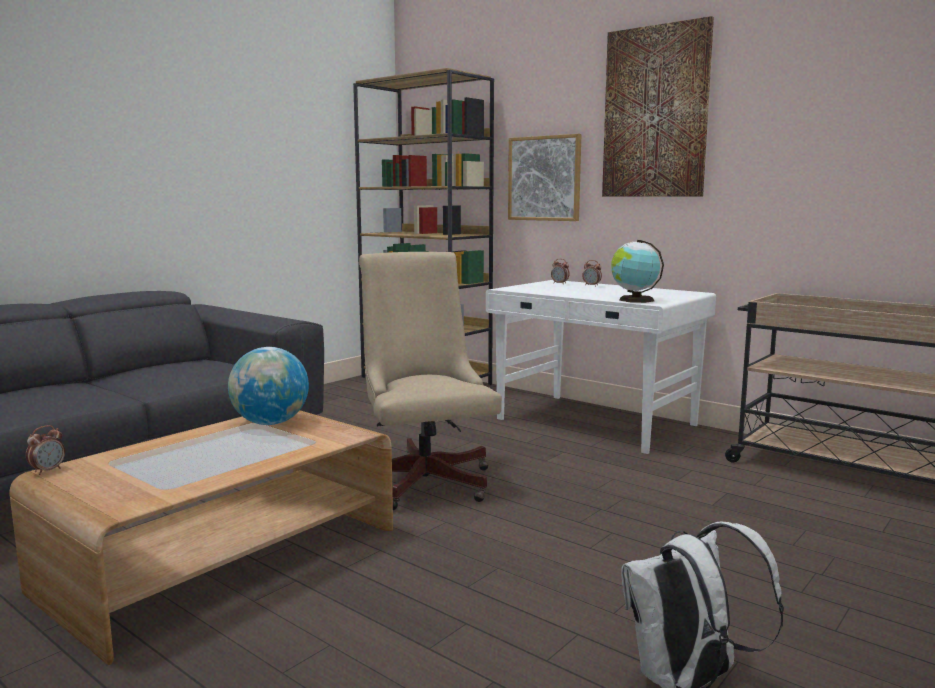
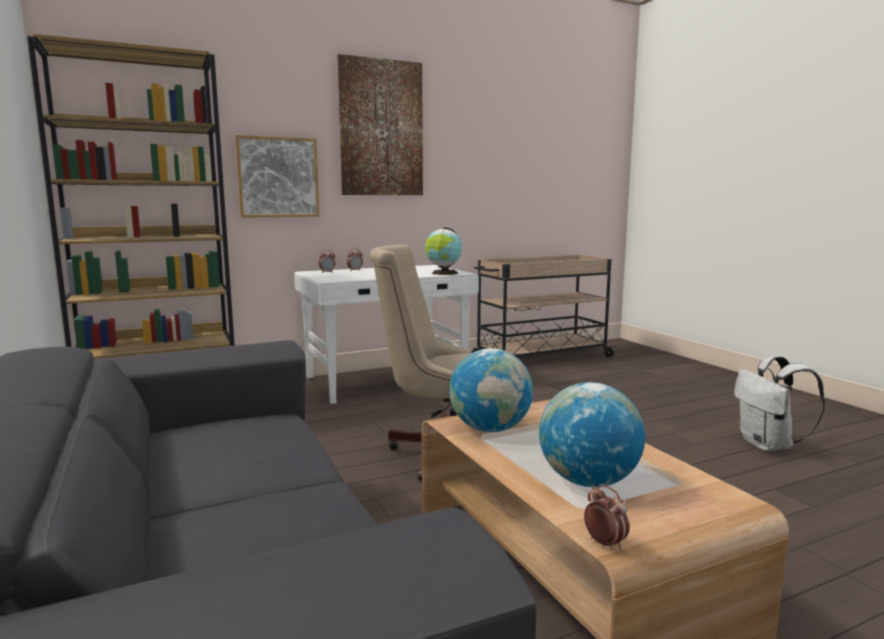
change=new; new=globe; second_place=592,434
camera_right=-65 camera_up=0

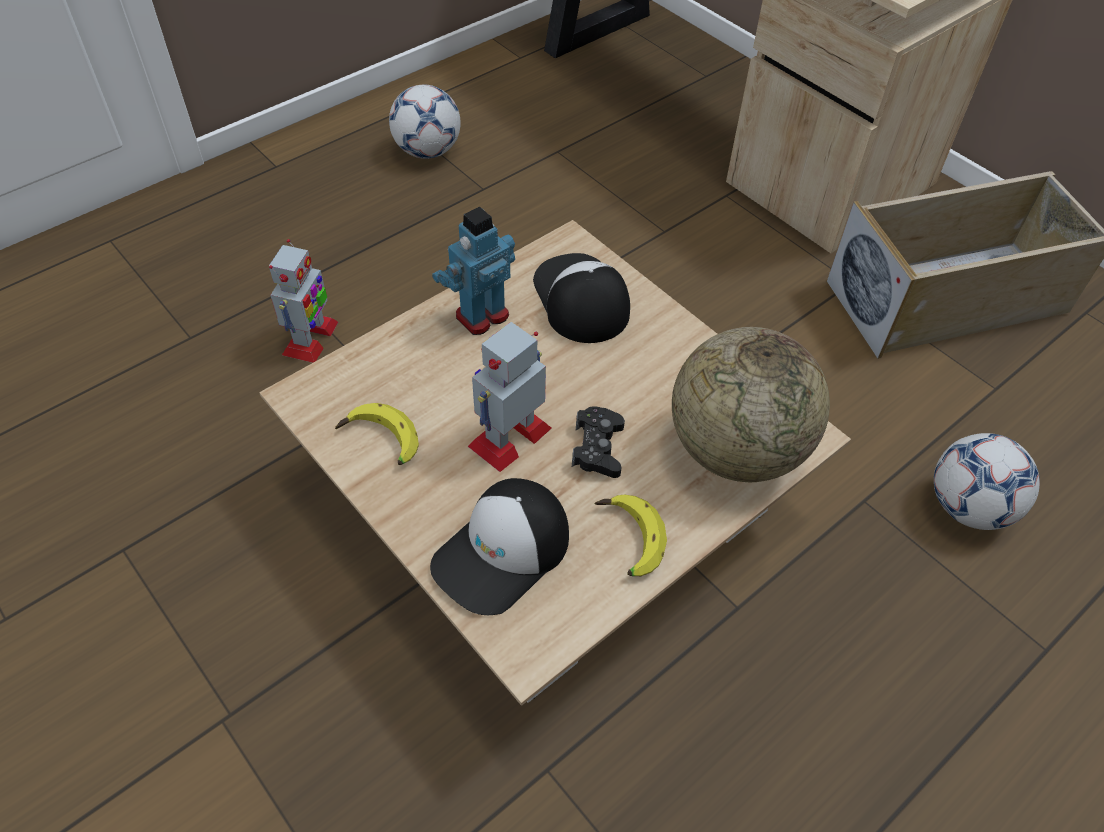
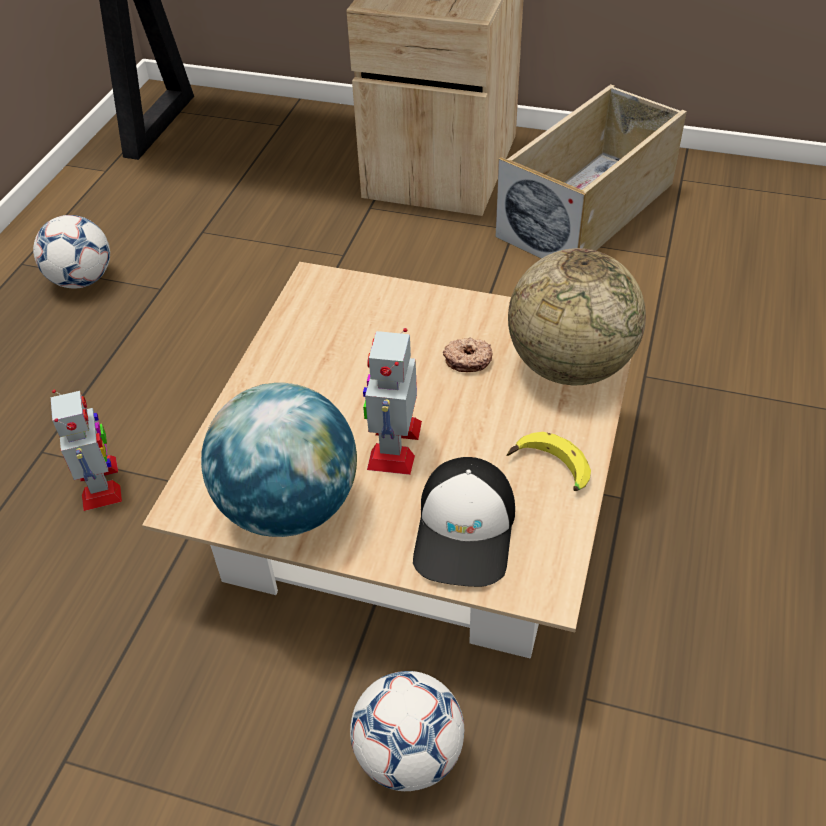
change=gone; old=toy robot; first_place=473,271
change=gone; old=cap; first_place=581,298
change=swapped; old=banana; new=globe; first_place=377,434; second_place=279,460
change=gone; old=black game controller; first_place=598,442
change=shifted; old=football; first_place=987,481; second_place=407,731
change=new; new=donut; second_place=467,355
camera_right=-30 camera_up=-5

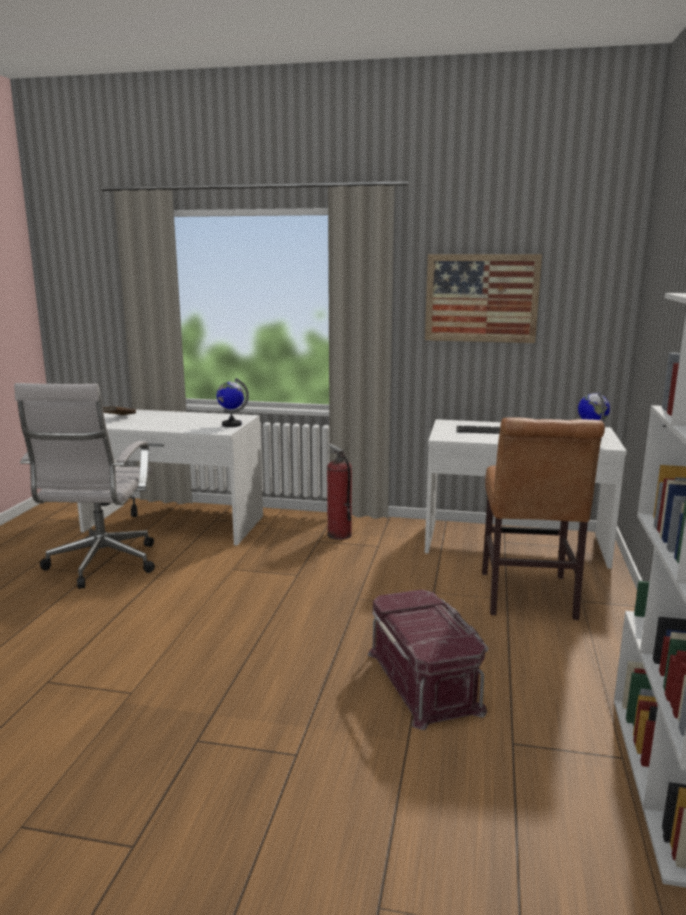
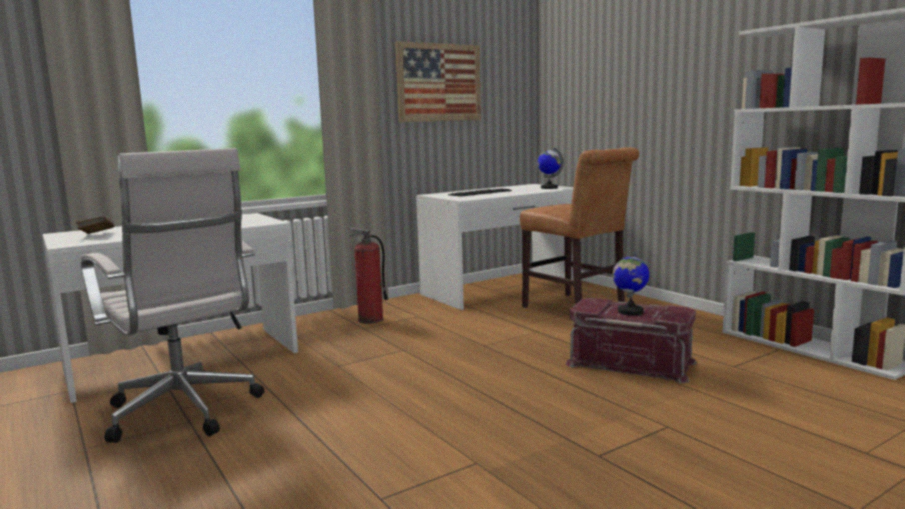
change=shifted; old=globe; first_place=233,402; second_place=631,283
camera_right=-45 camera_up=-5

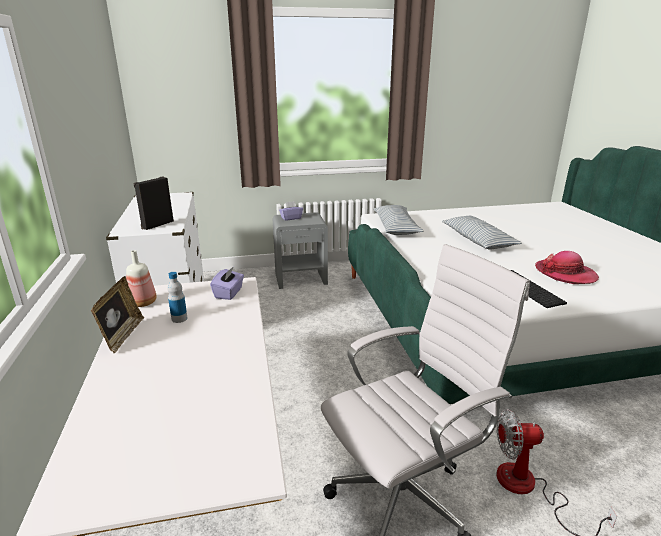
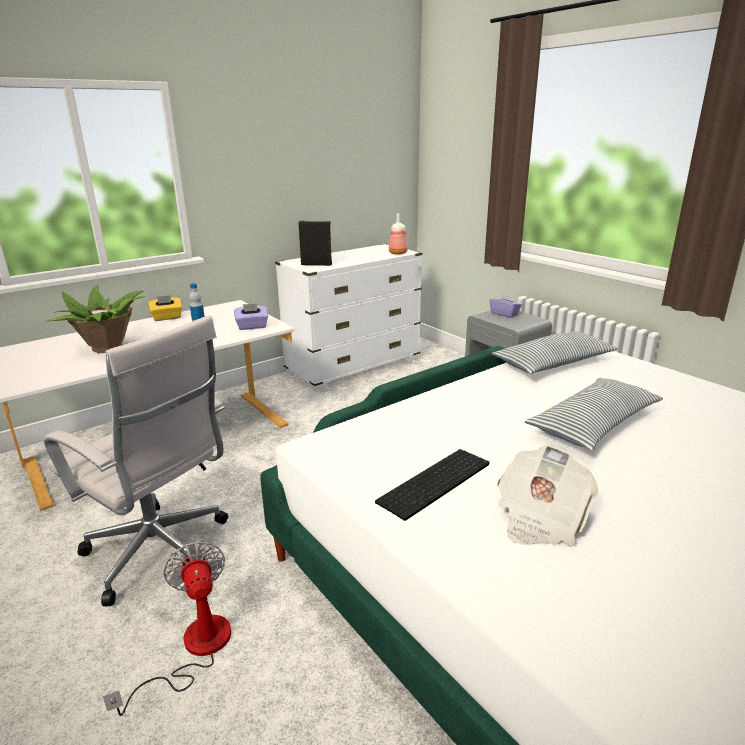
change=shifted; old=bottle; first_place=141,278; second_place=398,234
change=swapped; old=hat; new=newspaper; first_place=567,267; second_place=547,495
change=swapped; old=picture frame; new=yellow tissue box; first_place=117,314; second_place=165,308
change=new; new=potted plant; second_place=95,319
camera_right=65 camera_up=0

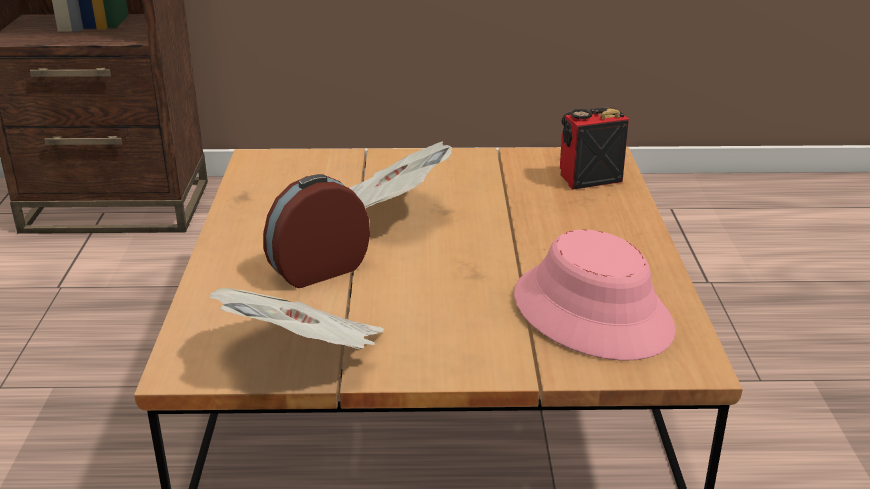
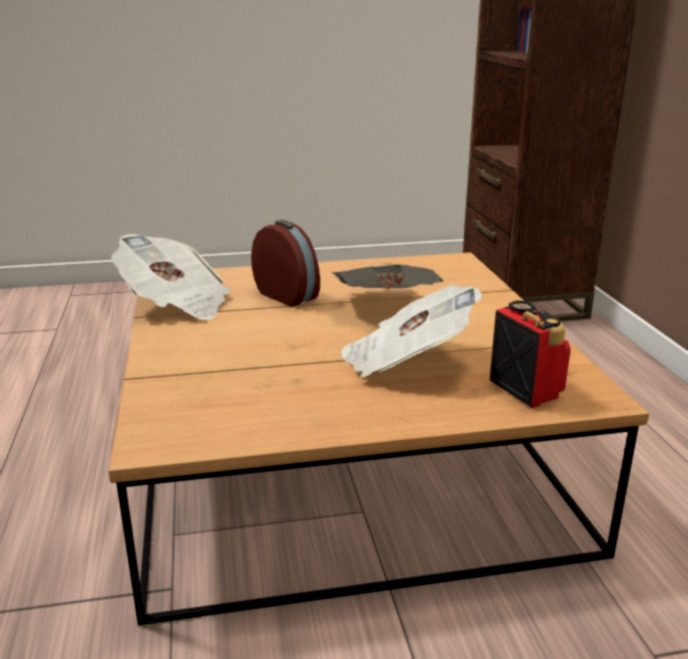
change=gone; old=pink hat; first_place=595,295
change=new; new=newspaper; second_place=411,331
camera_right=80 camera_up=-5

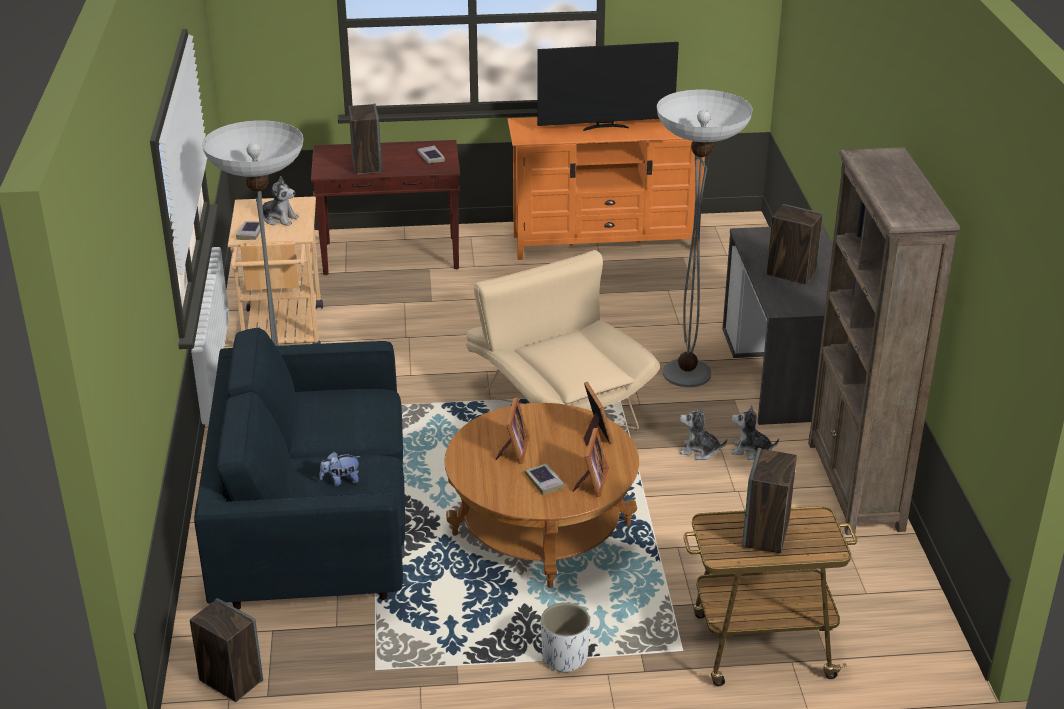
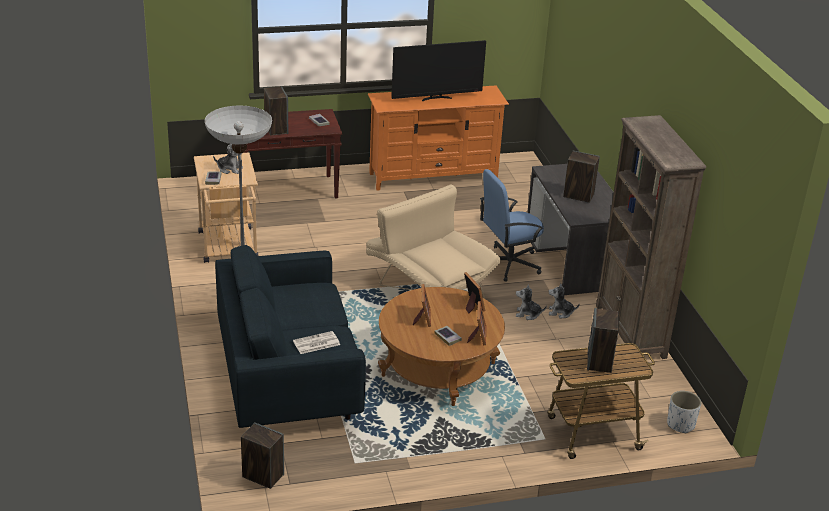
change=swapped; old=floor lamp; new=blue office chair; first_place=705,238; second_place=512,225
change=swapped; old=plush toy; new=newspaper; first_place=340,469; second_place=316,342
change=shifted; old=white planter; first_place=565,638; second_place=684,412
camera_right=-10 camera_up=0

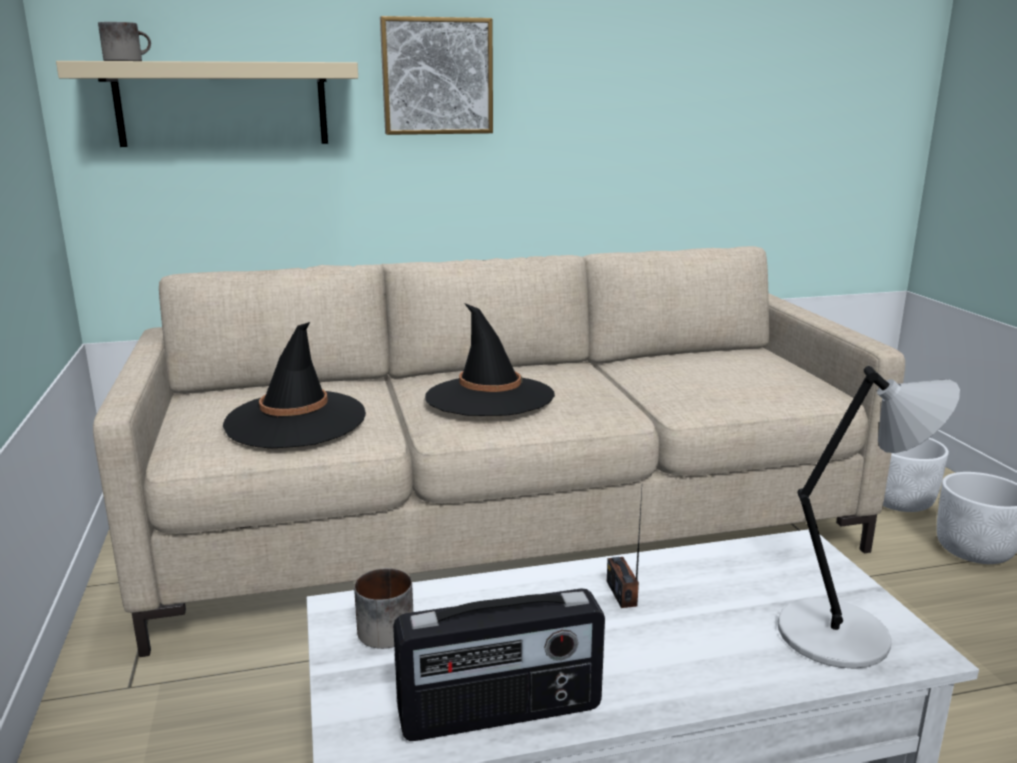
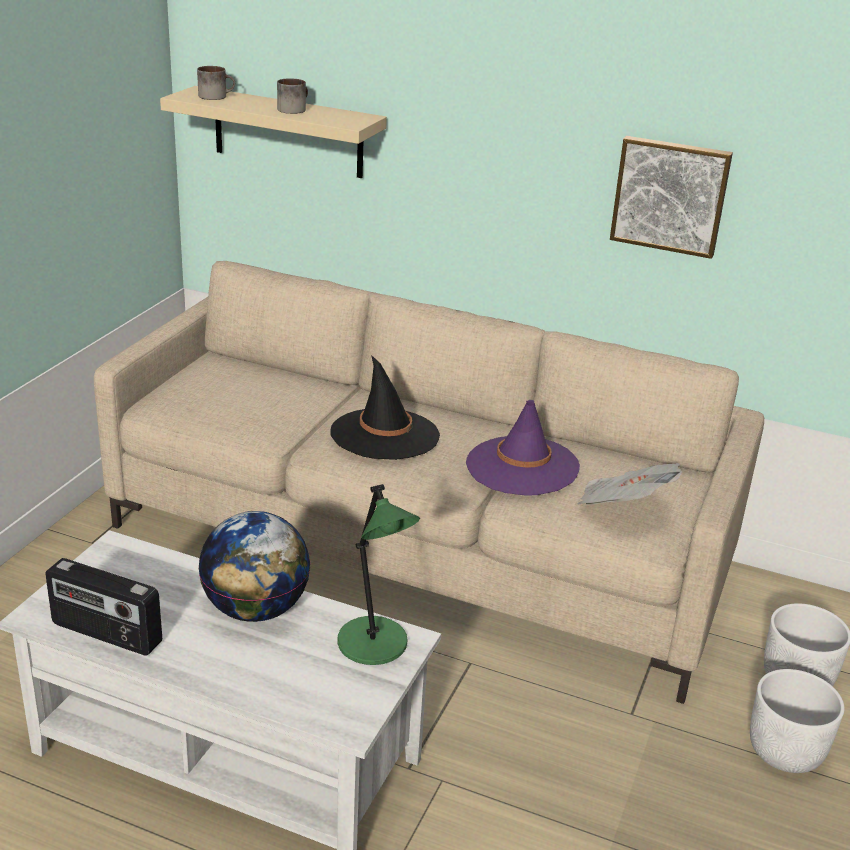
change=shifted; old=picture; first_place=436,75; second_place=671,197
change=gone; old=black hat; first_place=294,385
change=gone; old=grey table lamp; first_place=869,517
change=swapped; old=radio; new=globe; first_place=624,549; second_place=254,566
change=shifted; old=mug; first_place=383,608; second_place=292,96
change=new; new=purple hat; second_place=523,448
change=new; new=newspaper; second_place=630,484
change=new; new=green table lamp; second_place=378,574
camera_right=35 camera_up=10

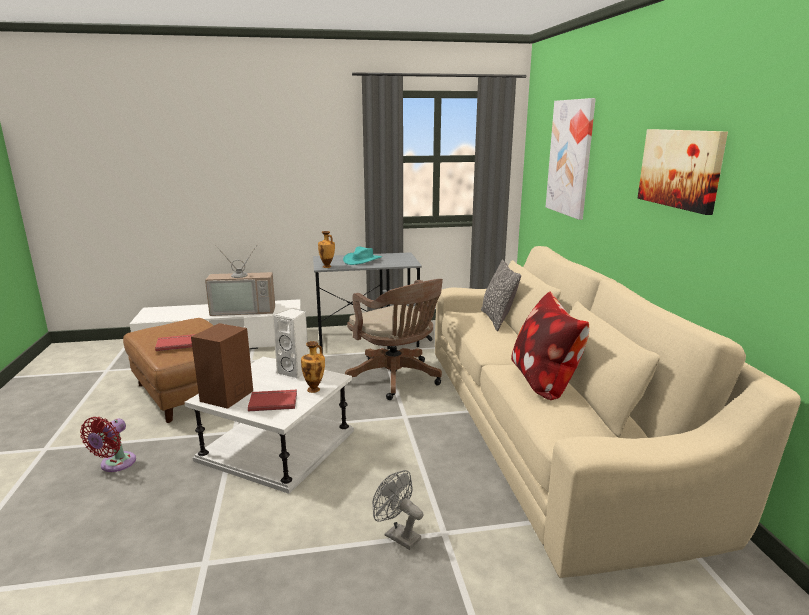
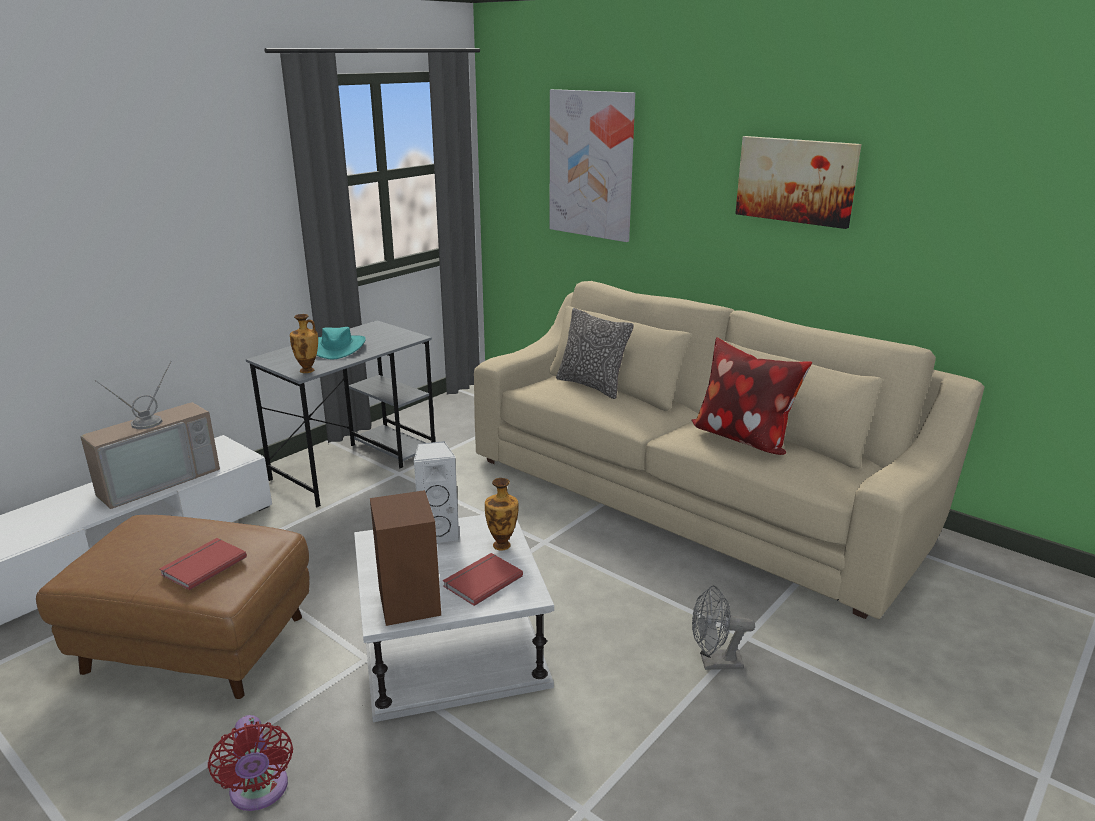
change=gone; old=brown office chair; first_place=394,339
camera_right=-40 camera_up=5

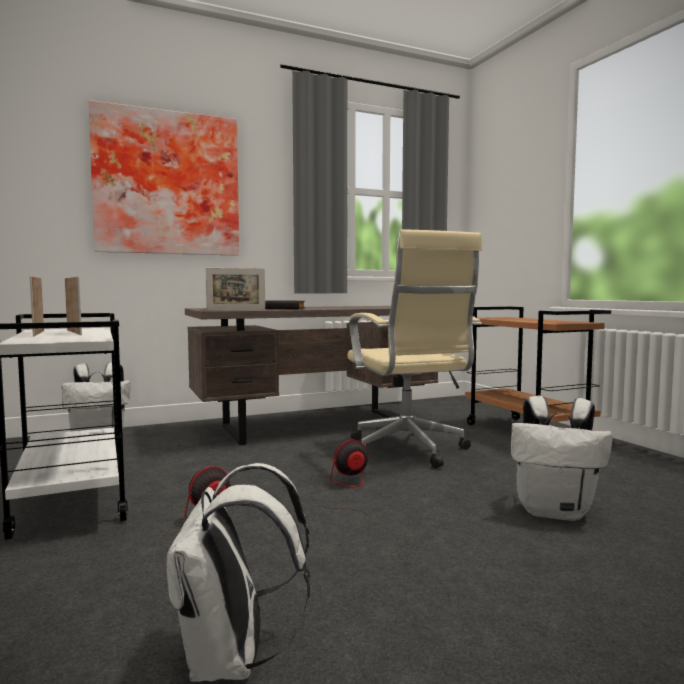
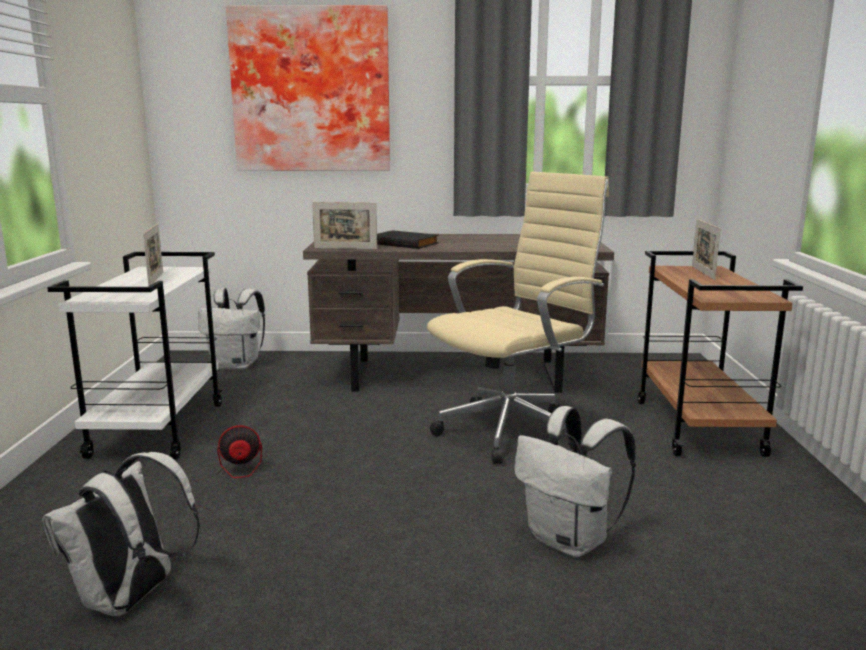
change=rotated; old=beige office chair; first_place=415,349; second_place=518,318; degrees=-135
change=shifted; old=picture frame; first_place=37,306; second_place=706,249
change=gone; old=fan; first_place=340,478
camera_right=25 camera_up=10

